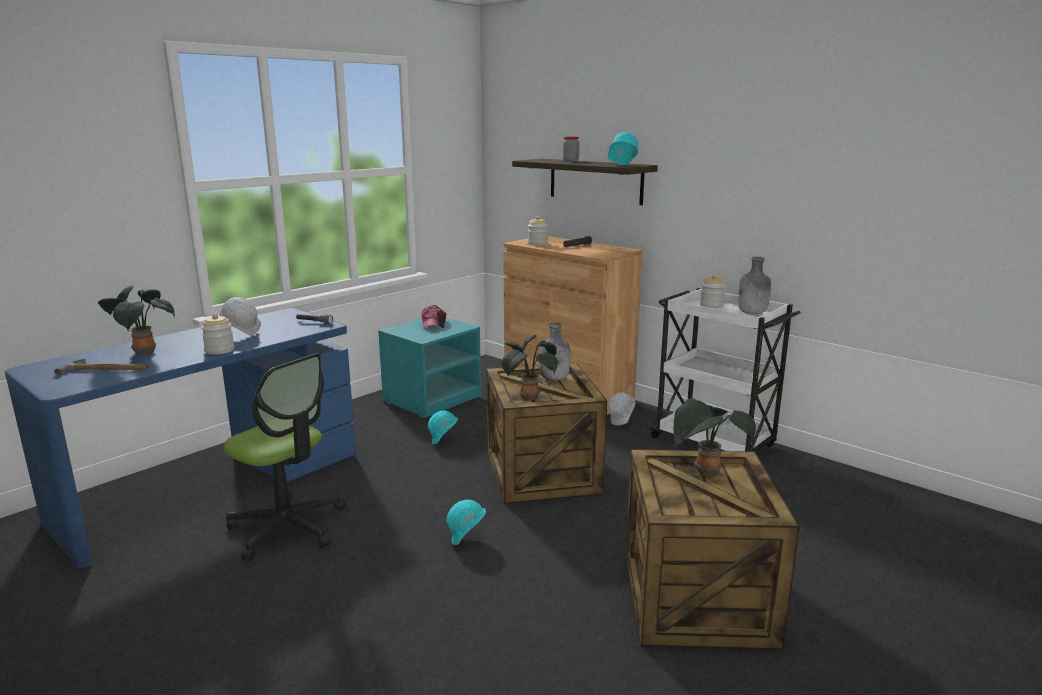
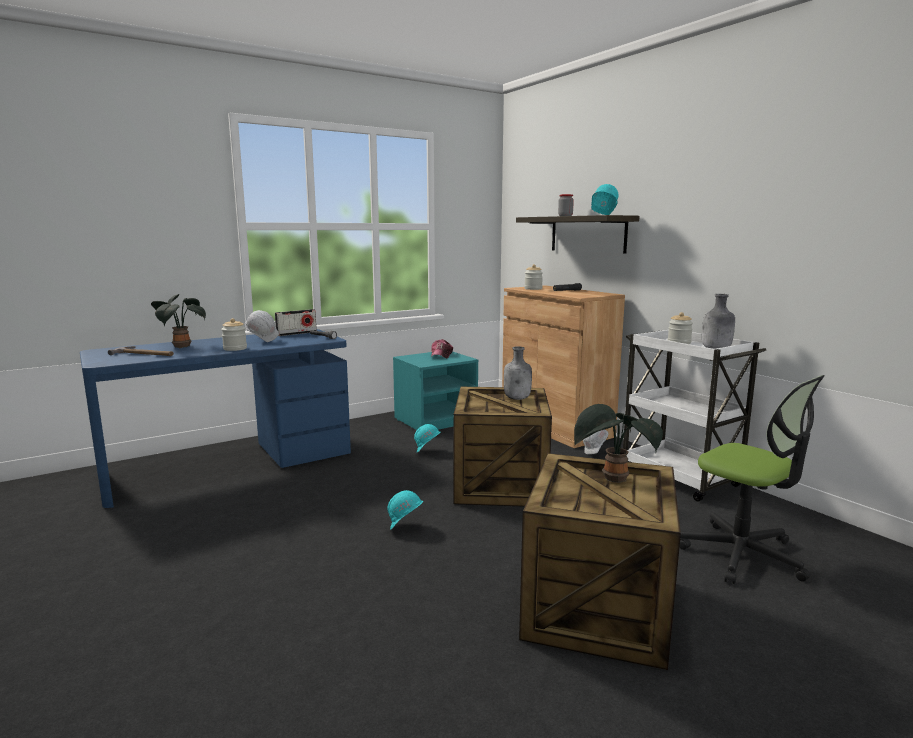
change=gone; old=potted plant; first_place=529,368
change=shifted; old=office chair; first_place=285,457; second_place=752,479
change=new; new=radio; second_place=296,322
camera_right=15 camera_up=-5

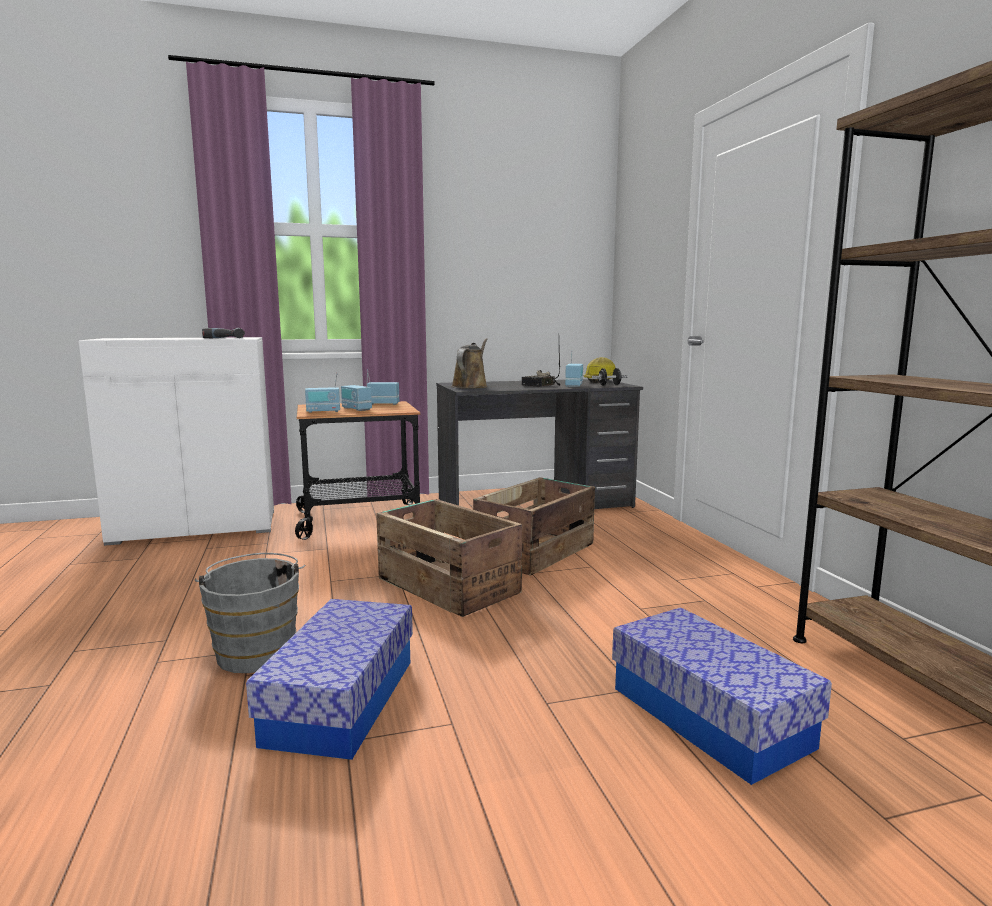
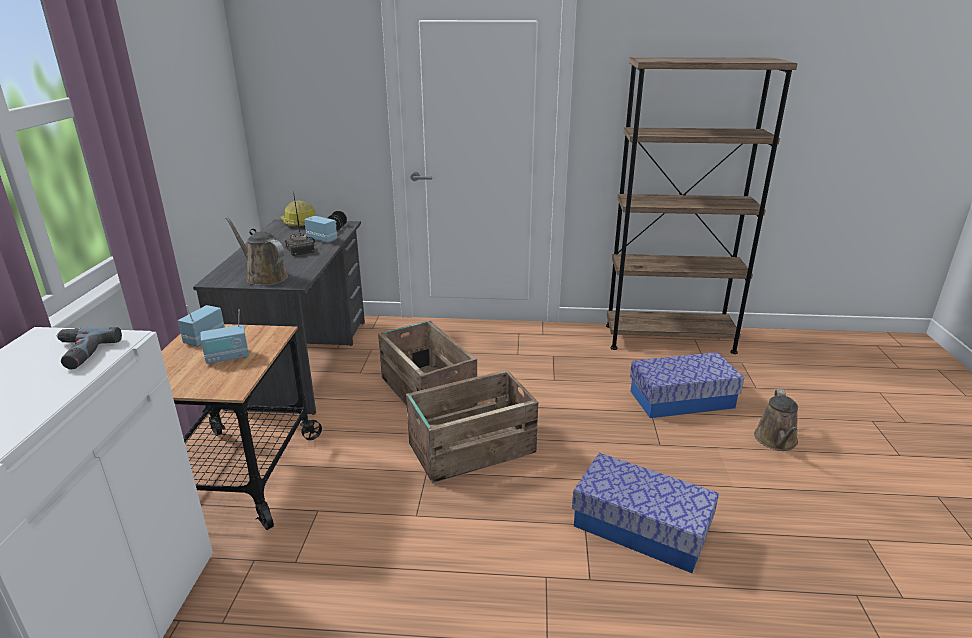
change=gone; old=radio; first_place=322,393
change=gone; old=grey bucket; first_place=250,613
change=new; new=brown watering can; second_place=776,420
camera_right=-70 camera_up=15

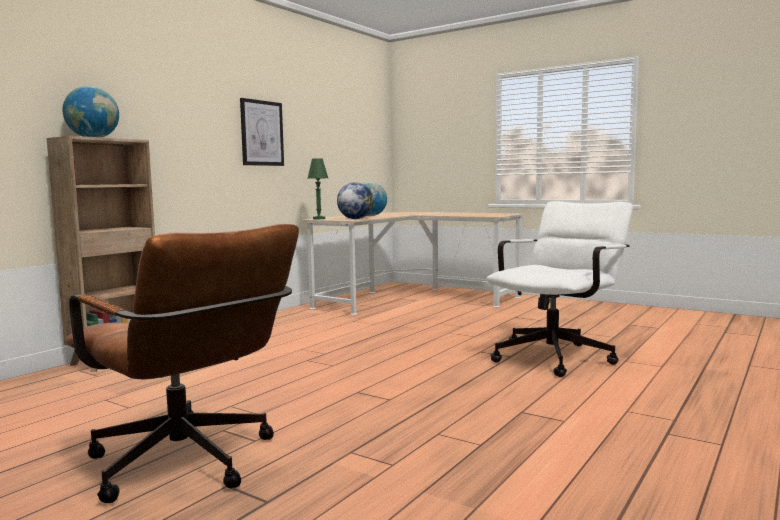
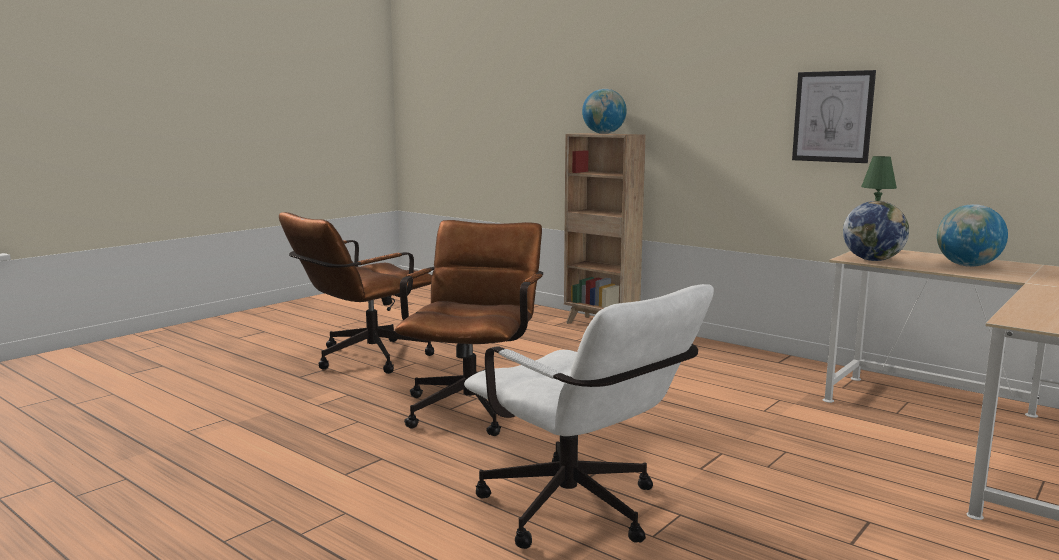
change=new; new=brown office chair; second_place=469,328
camera_right=95 camera_up=5

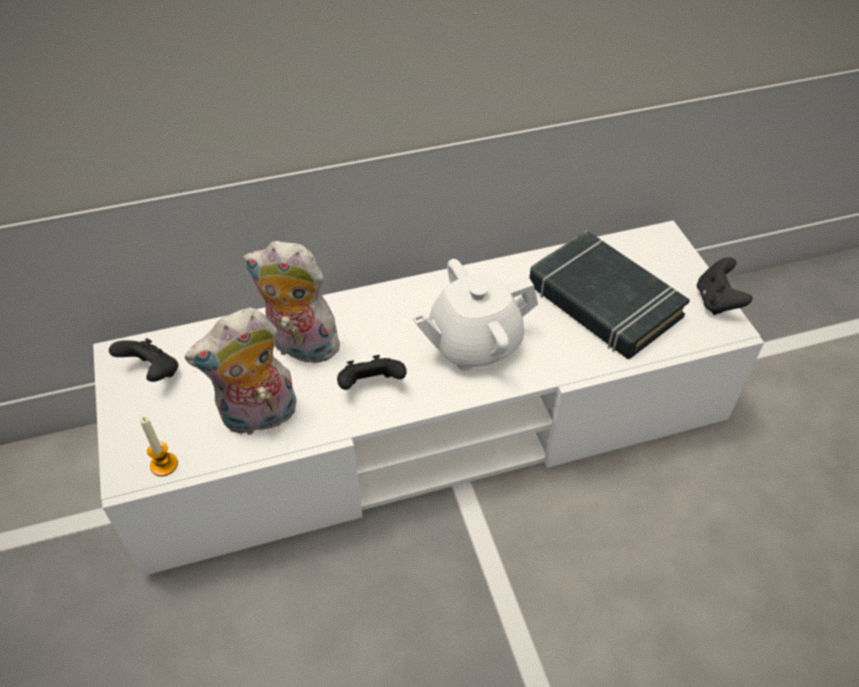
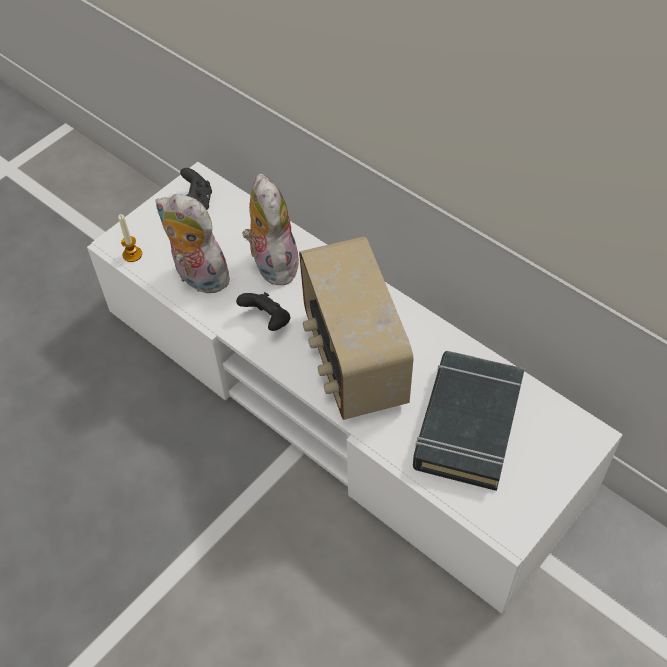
change=gone; old=black game controller; first_place=725,286
change=swapped; old=white teapot; new=radio; first_place=475,315; second_place=356,328
camera_right=60 camera_up=5

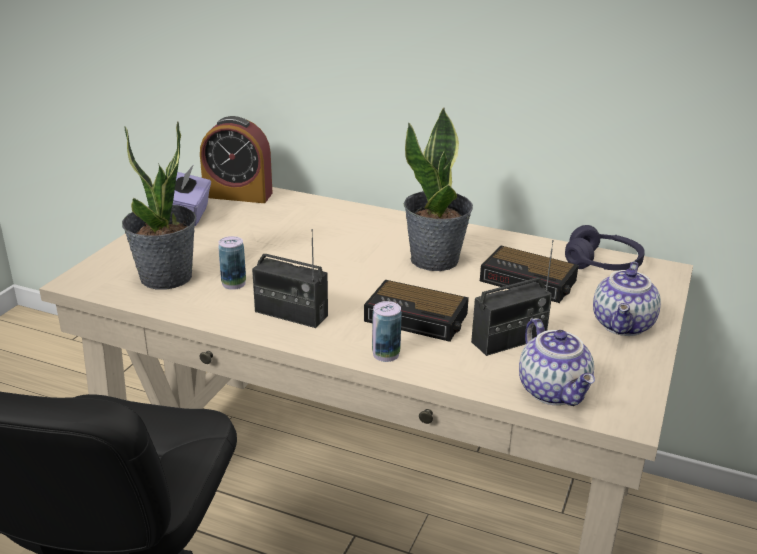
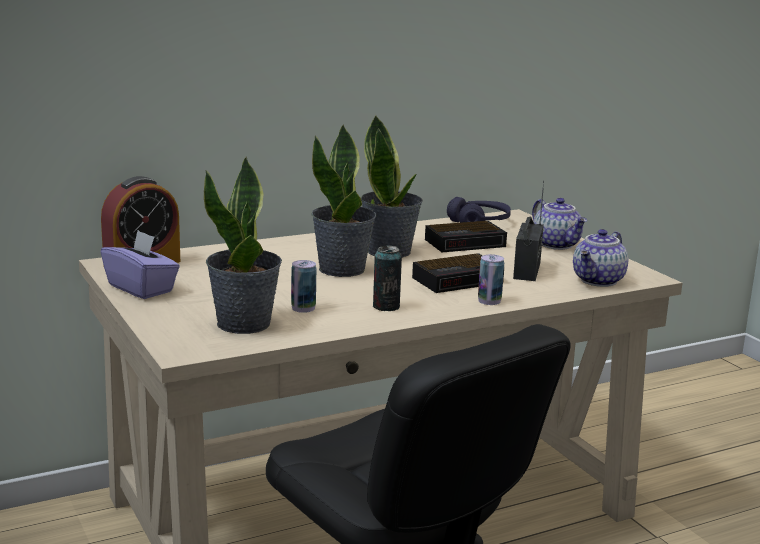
change=swapped; old=radio; new=can; first_place=290,278; second_place=387,278
change=rotated; old=teapot; first_place=557,362; second_place=600,258; degrees=105
change=new; new=potted plant; second_place=343,200
camera_right=-50 camera_up=-10

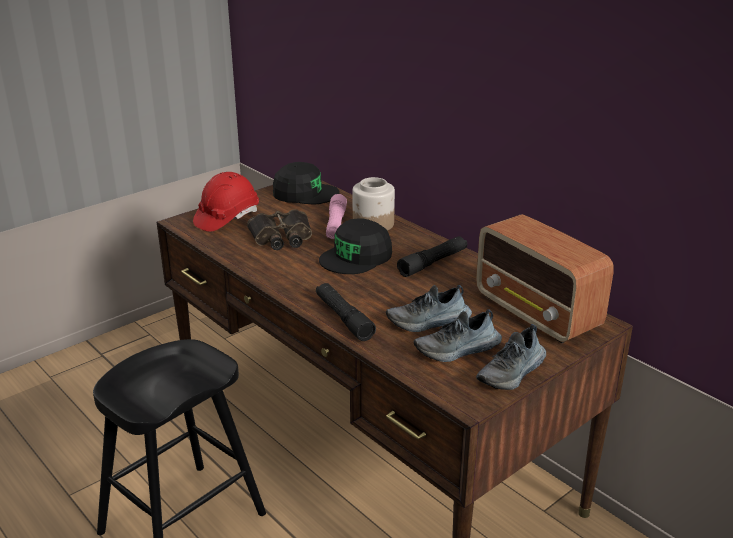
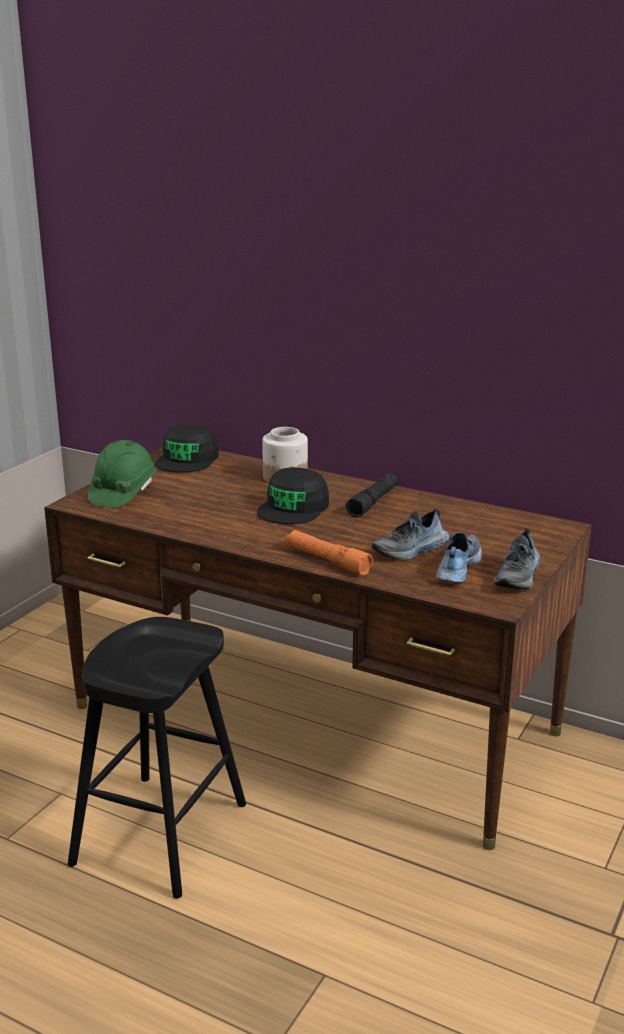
change=rotated; old=black cap; first_place=306,183; second_place=187,448; degrees=120
change=repainted; old=red hard hat; new=green hard hat; first_place=226,202; second_place=122,474
change=gone; old=pink flashlight; first_place=336,216
change=gone; old=binoculars; first_place=279,229
change=gone; old=radio; first_place=544,279
change=repainted; old=black flashlight; new=orange flashlight; first_place=346,312; second_place=329,552
change=rotated; old=shoe; first_place=458,335; second_place=459,558; degrees=150
camera_right=-20 camera_up=-5

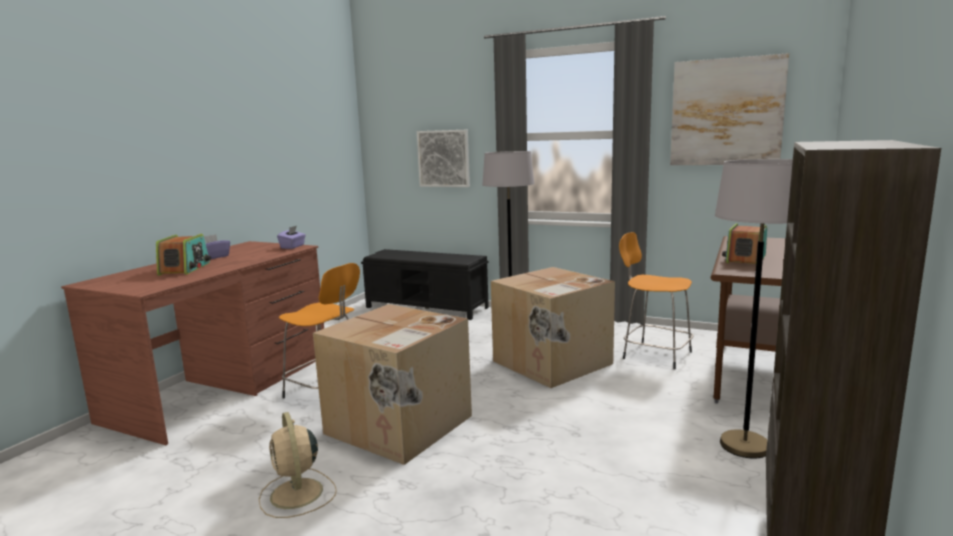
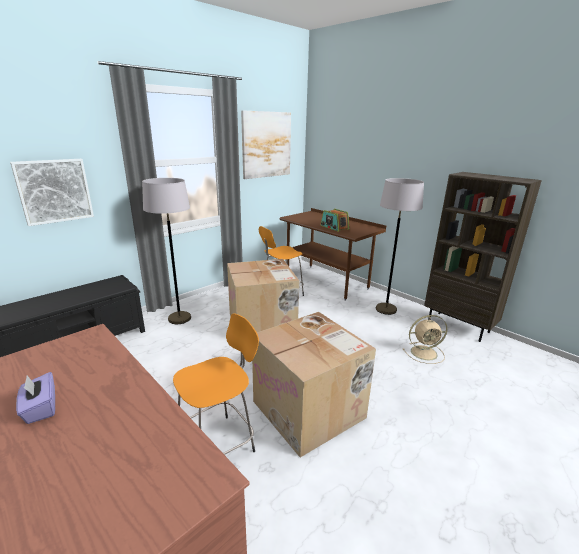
change=gone; old=purple tissue box; first_place=291,237
change=gone; old=radio; first_place=183,255
change=shifted; old=beige fan; first_place=298,465; second_place=424,339
camera_right=-70 camera_up=10

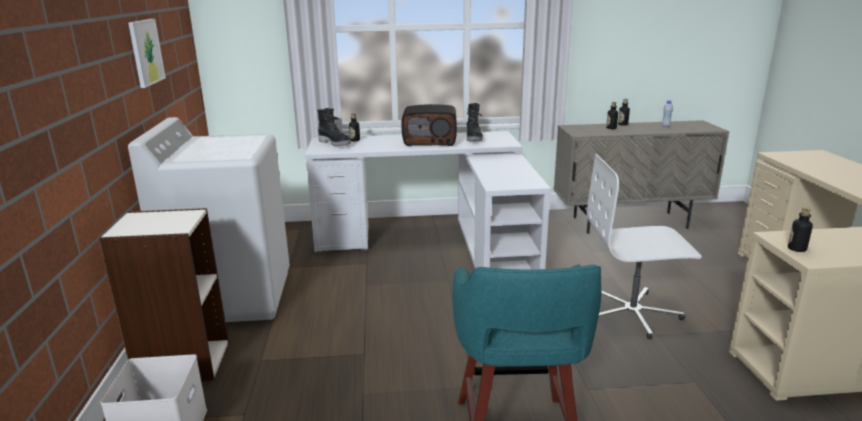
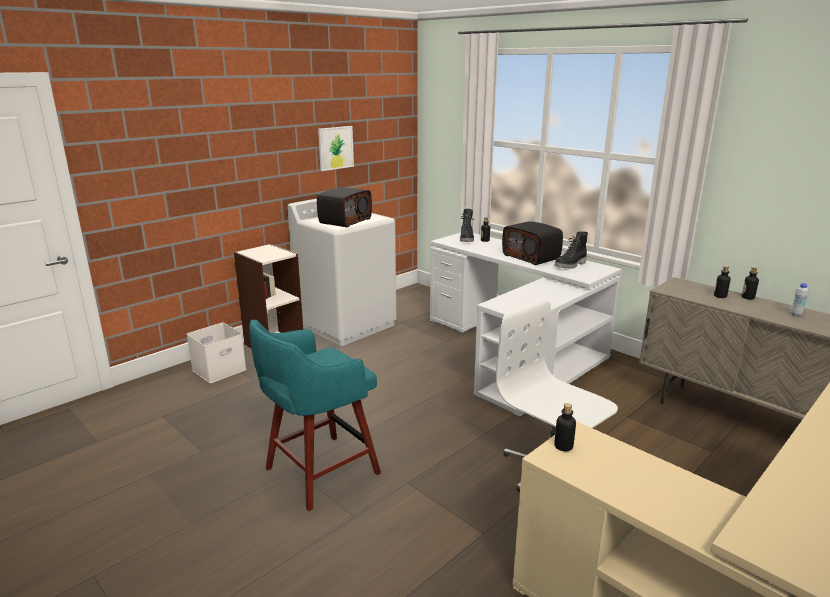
change=new; new=radio; second_place=344,207
camera_right=50 camera_up=0

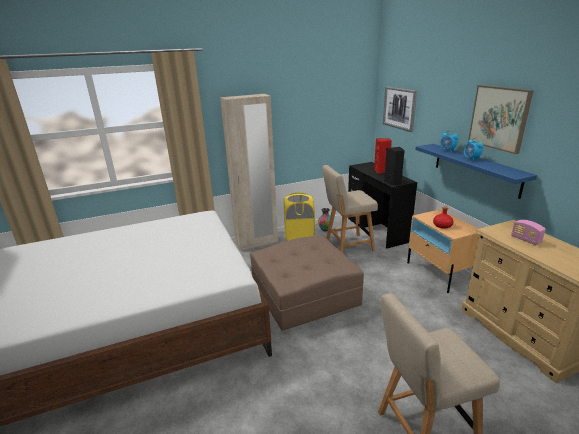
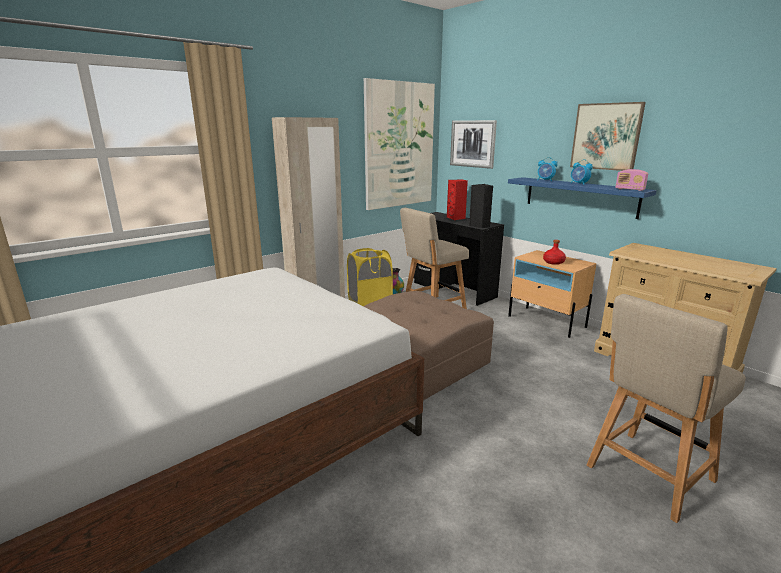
change=shifted; old=radio; first_place=528,232; second_place=631,180
change=new; new=picture; second_place=399,144
camera_right=-20 camera_up=-5

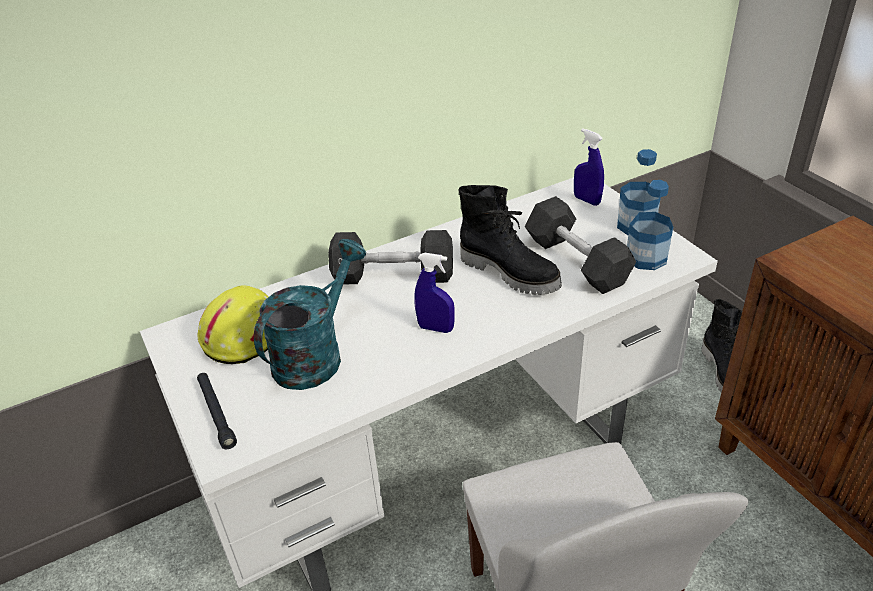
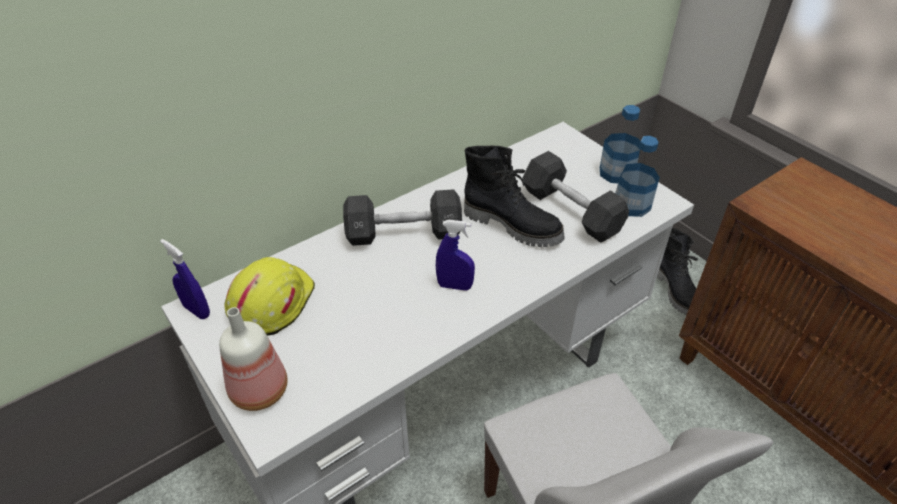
change=shifted; old=blue spray bottle; first_place=589,167; second_place=185,279
change=gone; old=turquoise watering can; first_place=310,314
change=swapped; old=black flashlight; new=bottle; first_place=217,411; second_place=253,359
camera_right=-10 camera_up=5

